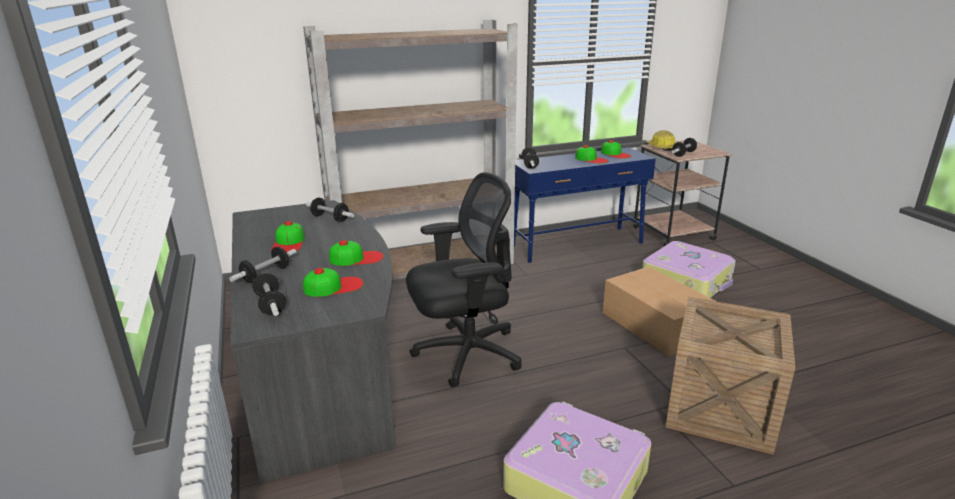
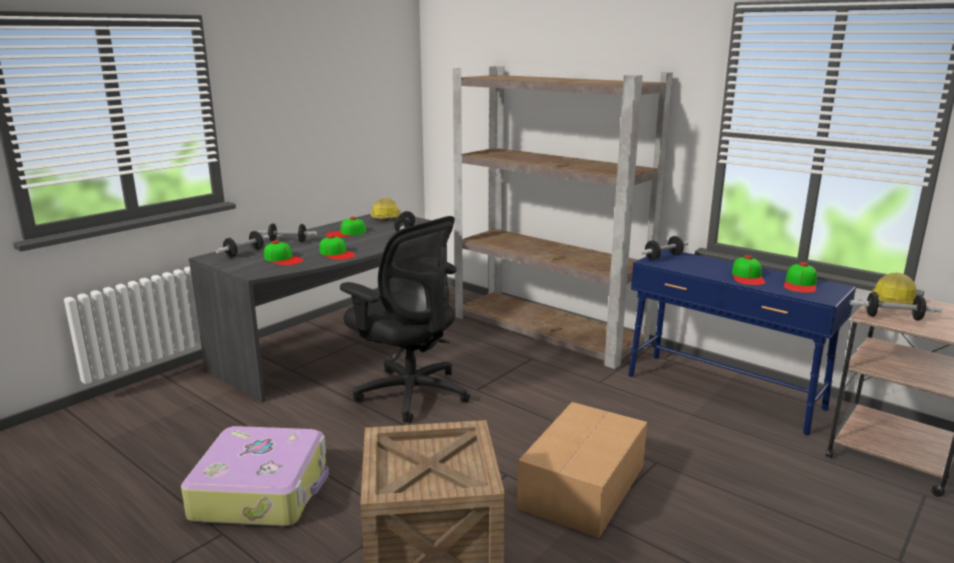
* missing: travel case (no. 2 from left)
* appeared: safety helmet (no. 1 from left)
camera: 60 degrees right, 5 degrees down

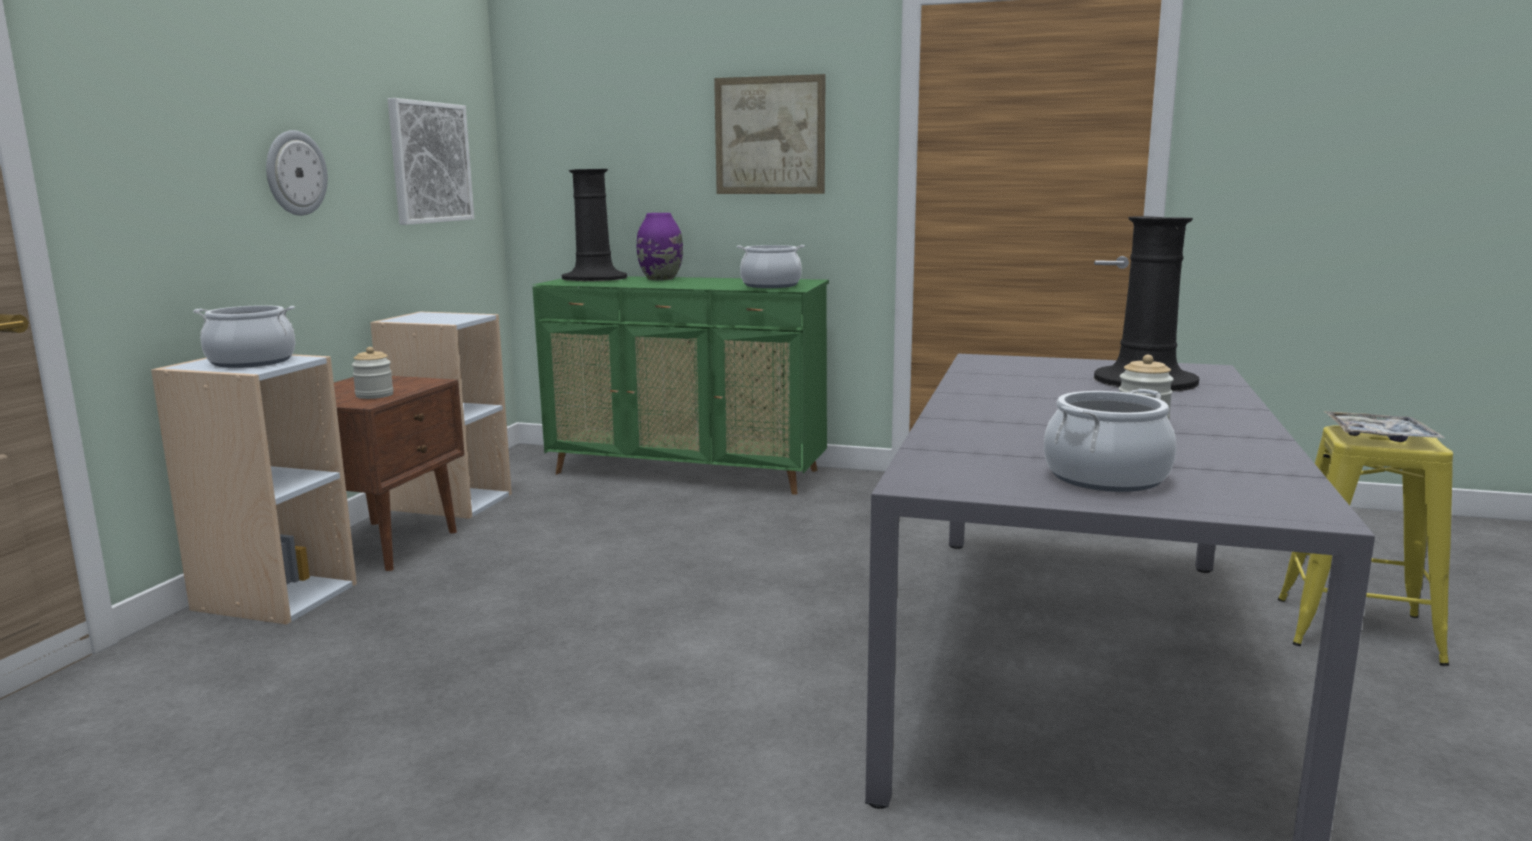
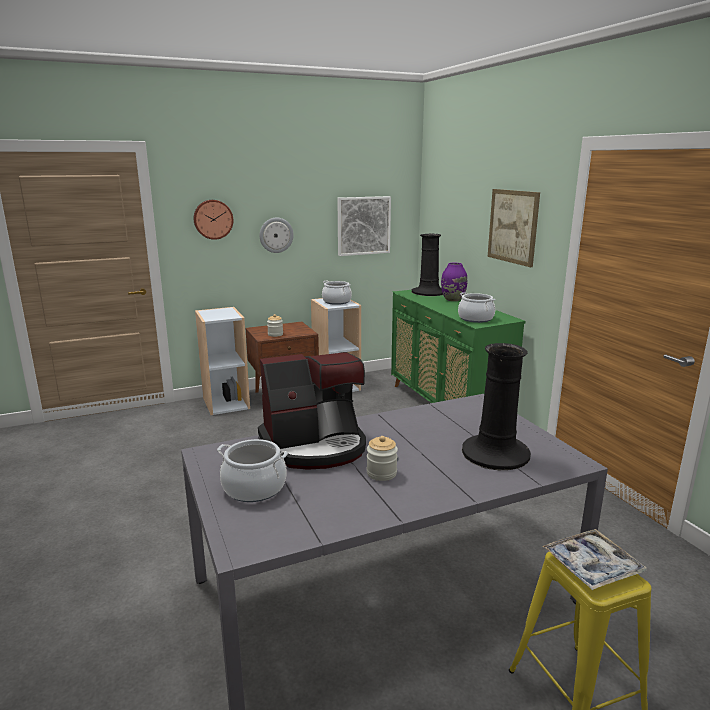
* appeared: wall clock (no. 1 from left)
* appeared: coffee brewer
* relocated: saucepot (no. 1 from left in the first image) to saucepot (no. 2 from left)
camera: 50 degrees right, 5 degrees up

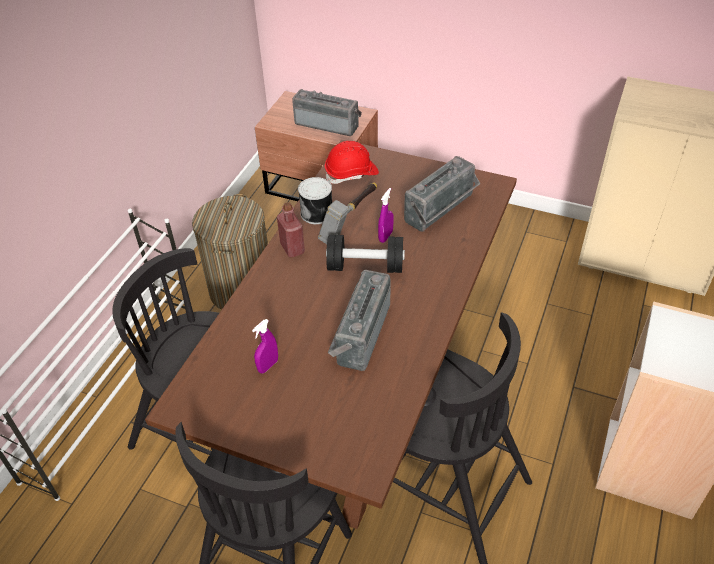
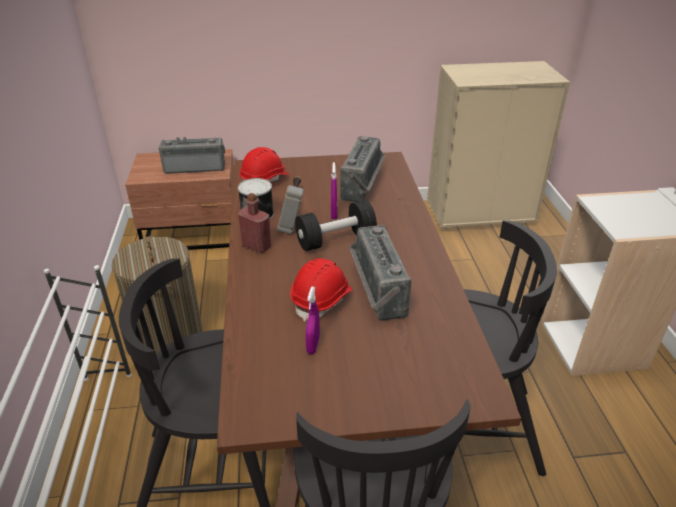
* appeared: safety helmet (red) (no. 2 from left)
camera: 30 degrees left, 10 degrees down

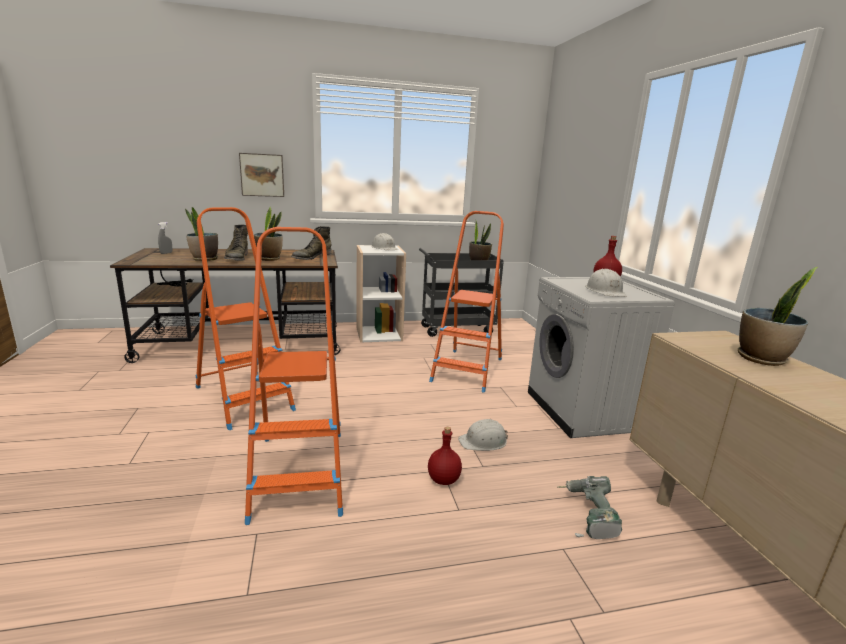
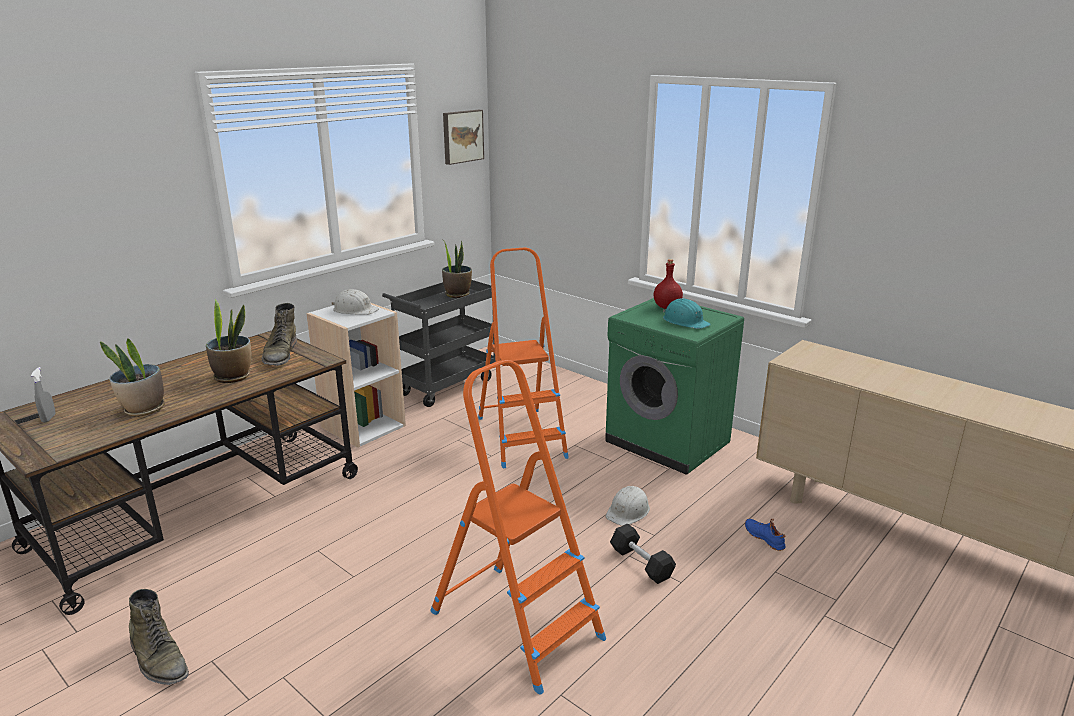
* missing: step stool (orange-coloured) (no. 1 from left)
* missing: potted plant (no. 4 from left)
* relocated: boot (green) (no. 1 from left)
* relocated: wall picture
* exchanged: drink bottle (red) (no. 1 from left) to dumbbell (black-coloured)
* exchanged: power drill to item of footwear (bluish)
* colour: laundry appliance (white) to laundry appliance (green)
* colour: safety helmet (white) (no. 3 from left) to safety helmet (turquoise-coloured)
camera: 35 degrees left, 5 degrees up

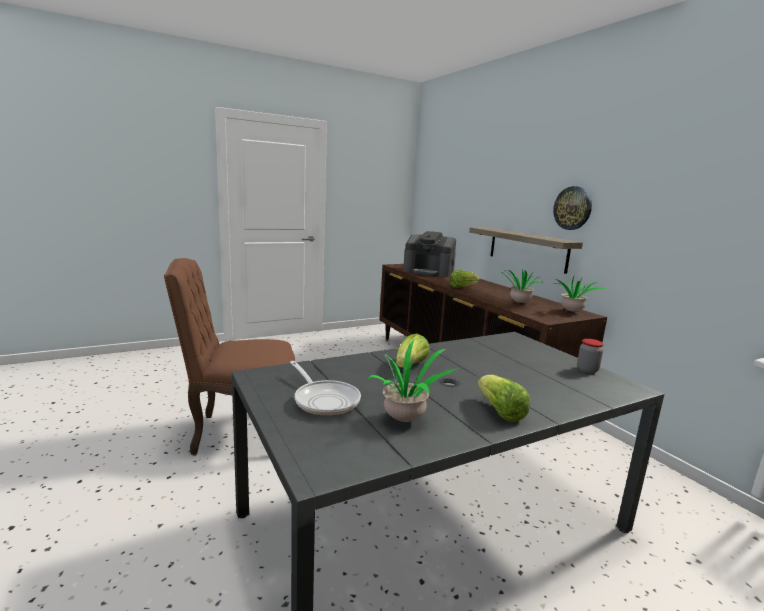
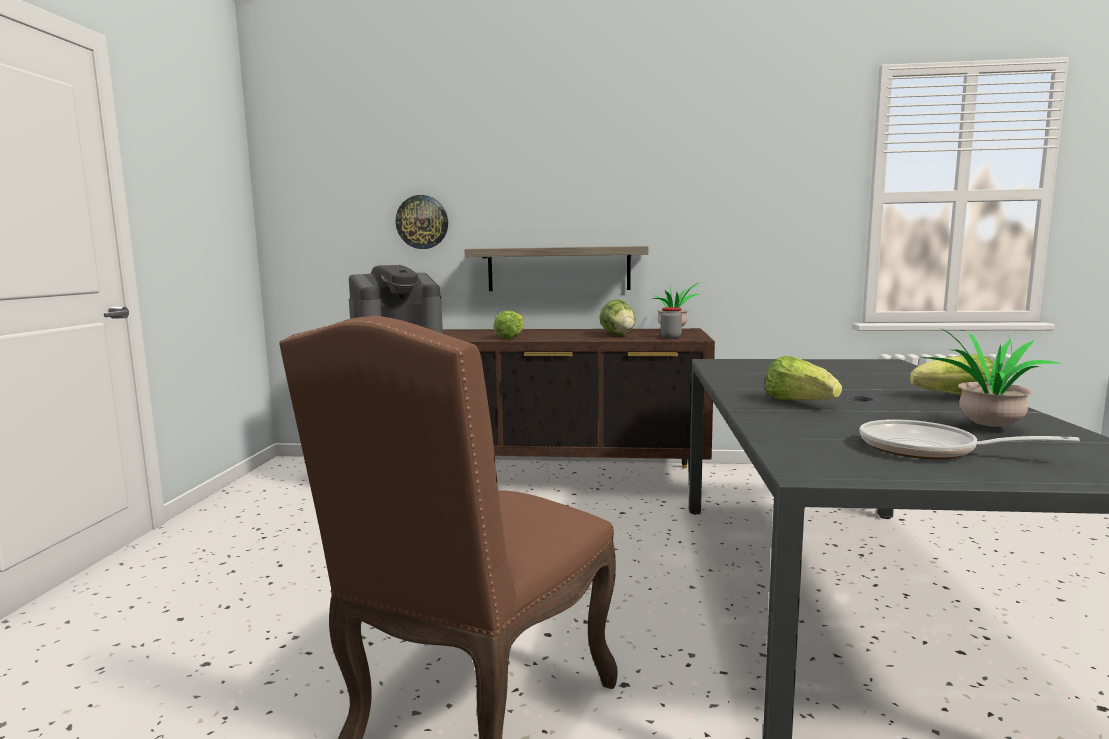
* relocated: wall clock
* relocated: preserve jar
* exchanged: potted plant (no. 2 from left) to head of lettuce (no. 2 from left)
* spun: frying pan 150 degrees counterclockwise
camera: 55 degrees left, 5 degrees down

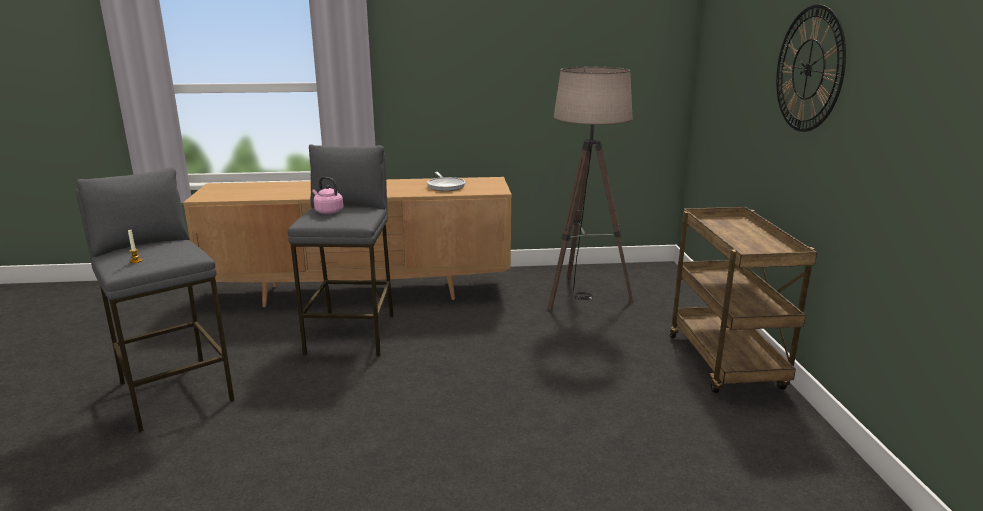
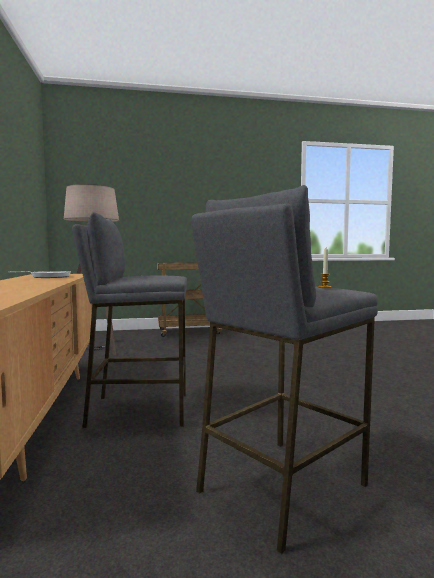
* missing: water kettle (pink)
* missing: wall clock
camera: 95 degrees left, 15 degrees down

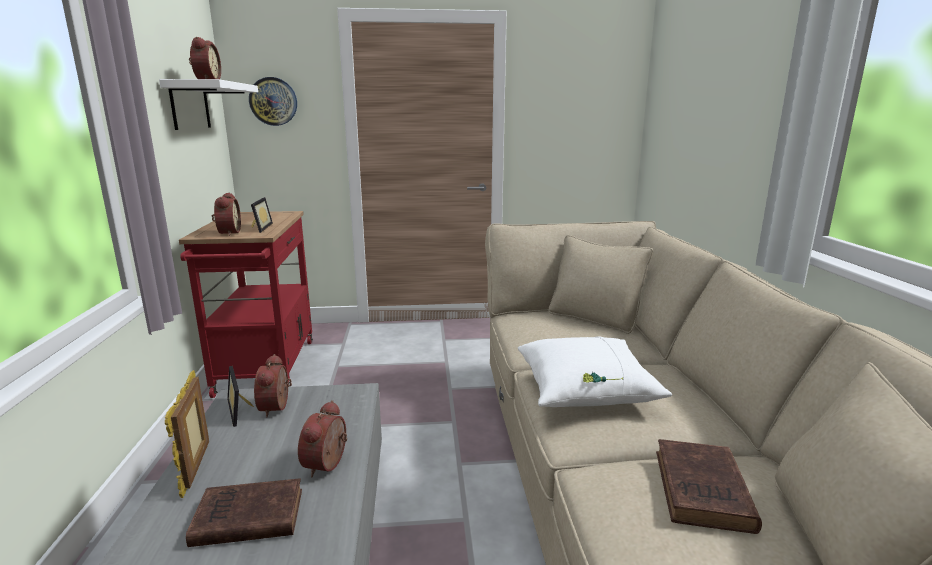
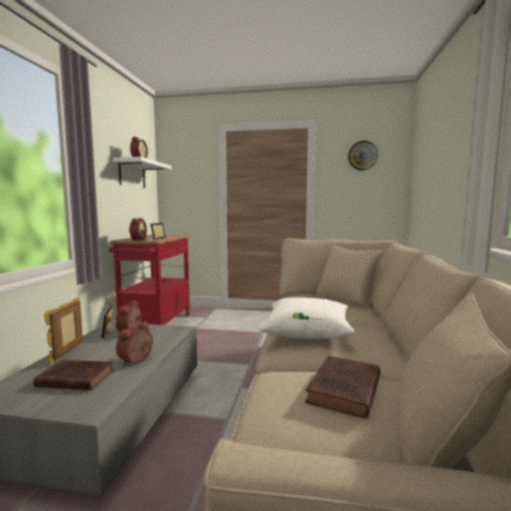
* relocated: wall clock
camera: 15 degrees right, 10 degrees down

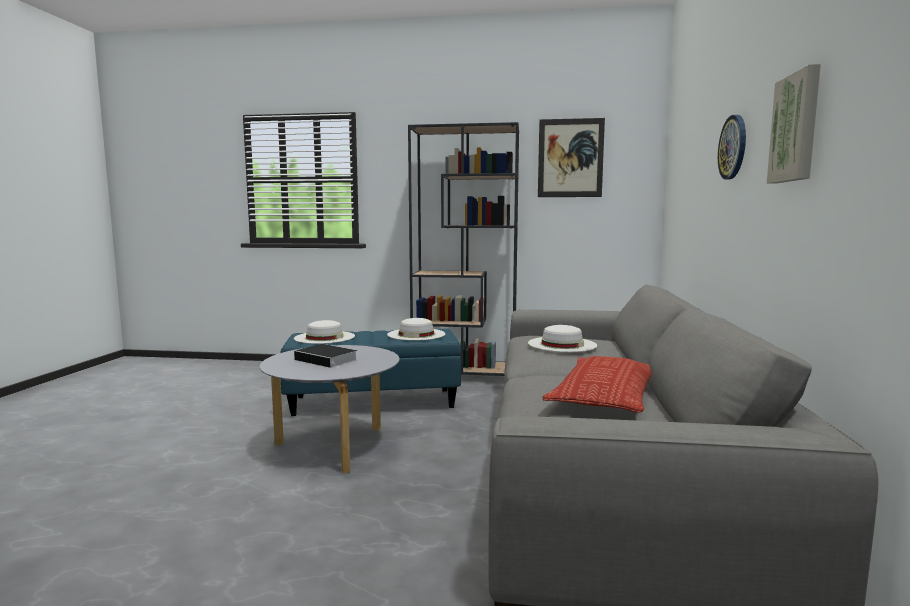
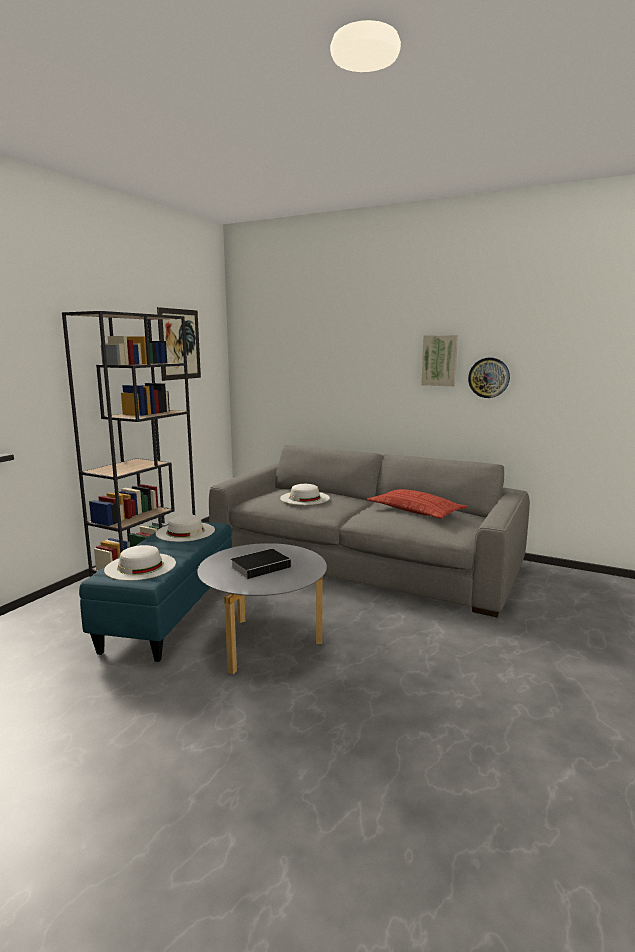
* relocated: wall clock
camera: 70 degrees left, 5 degrees up

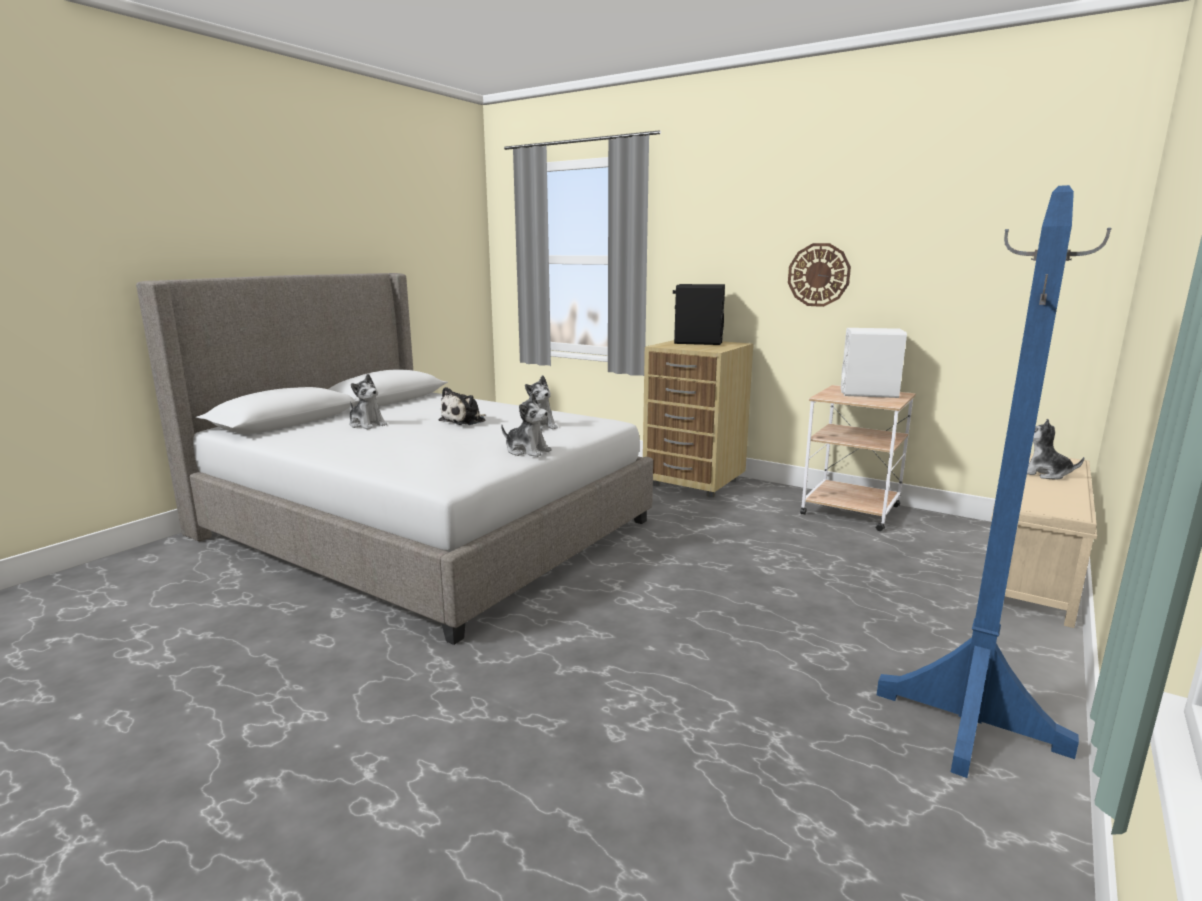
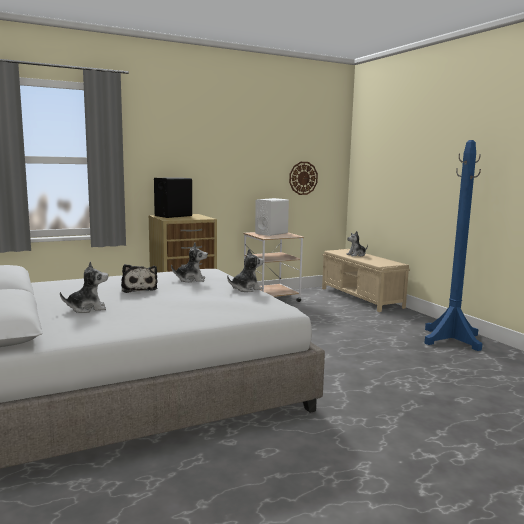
* relocated: wall clock
camera: 60 degrees left, 5 degrees down

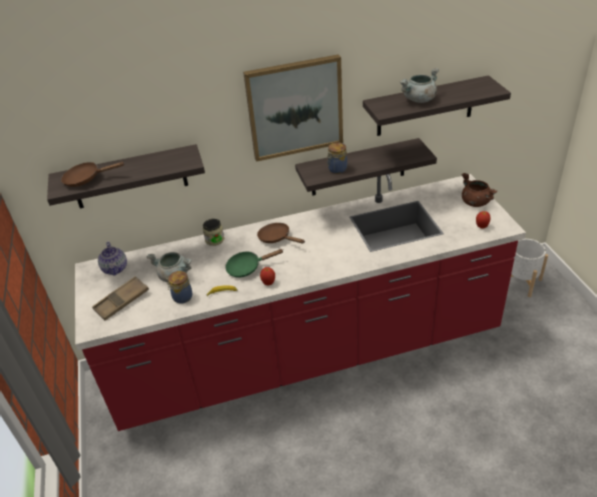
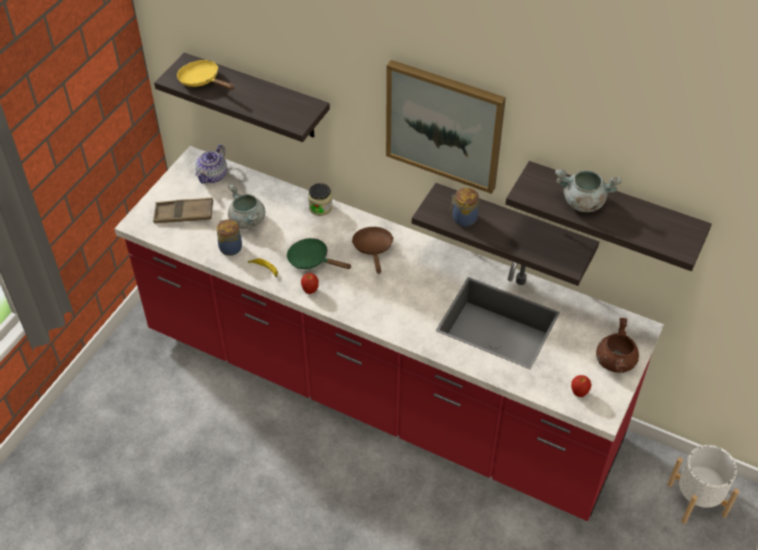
* colour: frying pan (brown) (no. 1 from left) to frying pan (yellow-coloured)
camera: 40 degrees right, 10 degrees up

